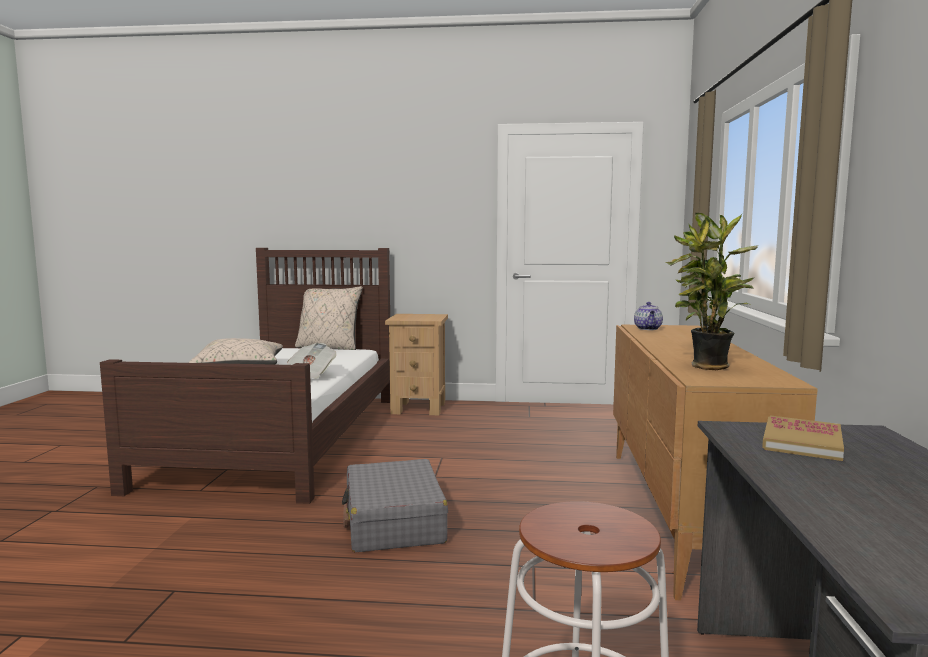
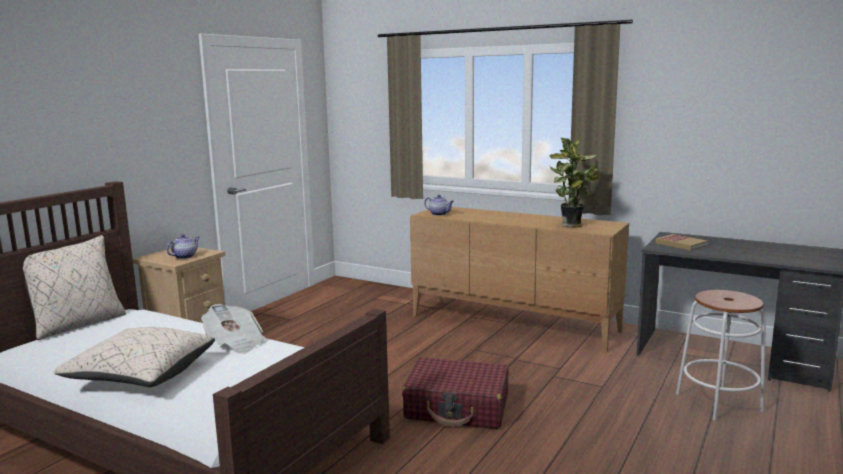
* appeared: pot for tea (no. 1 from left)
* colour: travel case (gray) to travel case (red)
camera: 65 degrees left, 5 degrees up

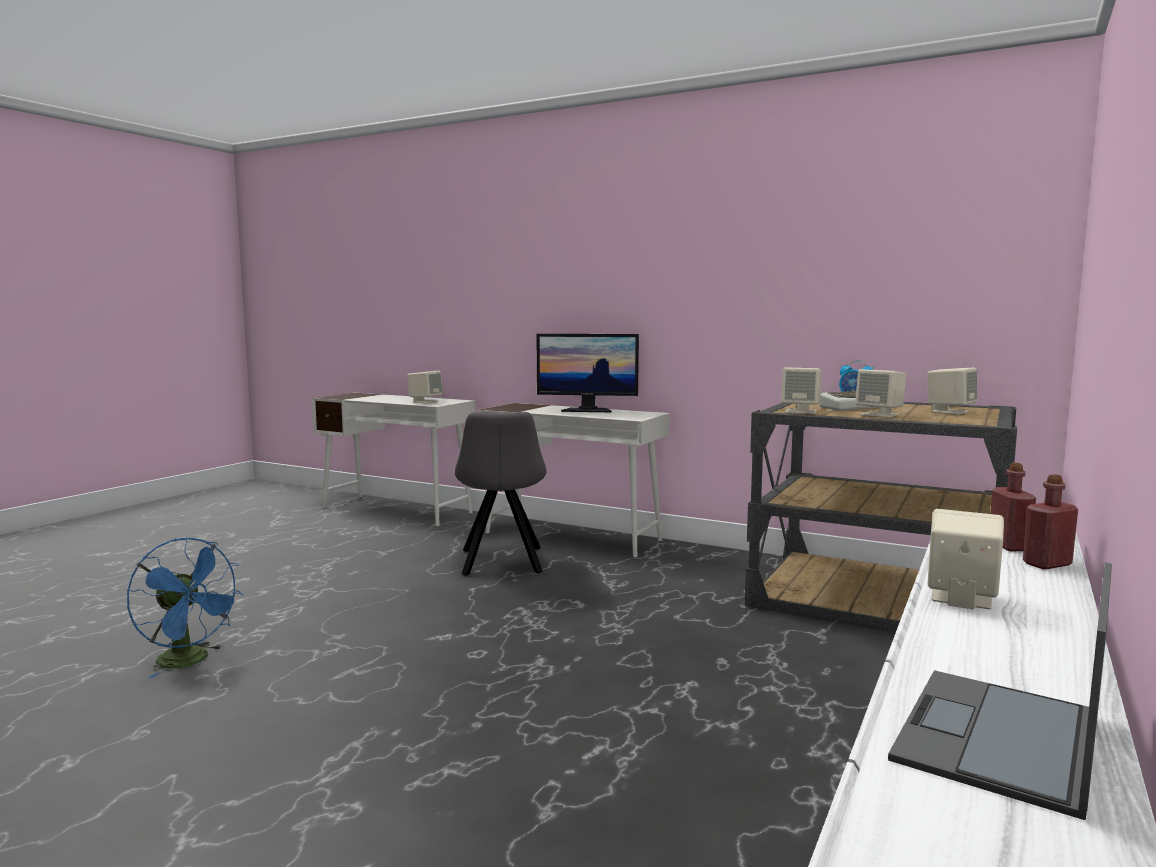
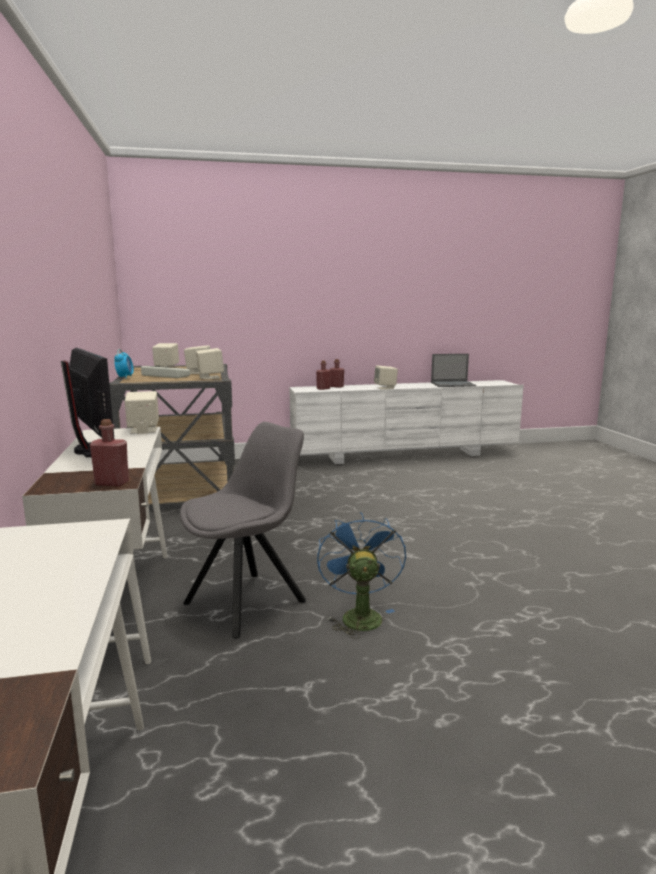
* appeared: drink bottle (red) (no. 1 from left)
* relocated: fan (bluish)
* relocated: speaker (beige) (no. 1 from left)
camera: 130 degrees left, 5 degrees up

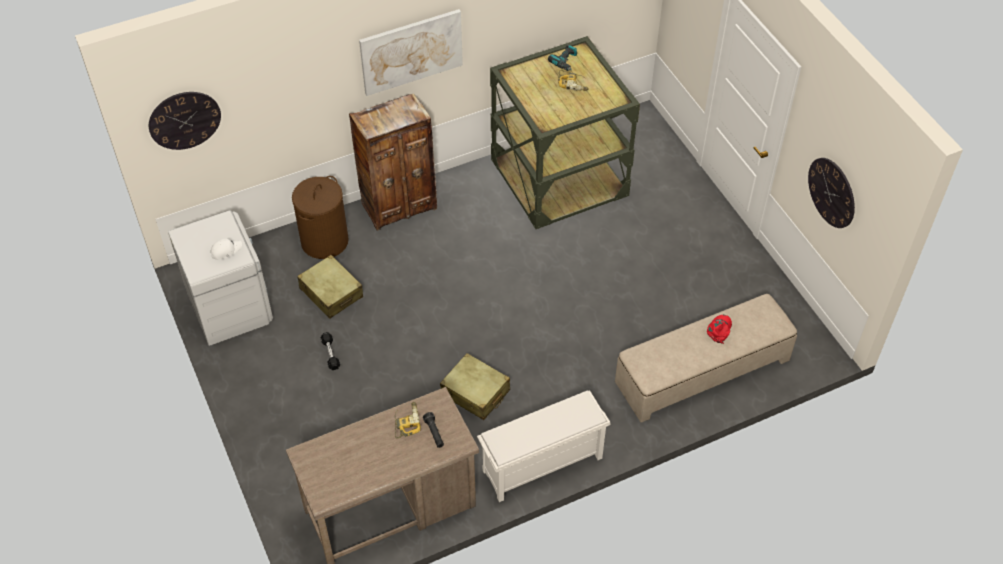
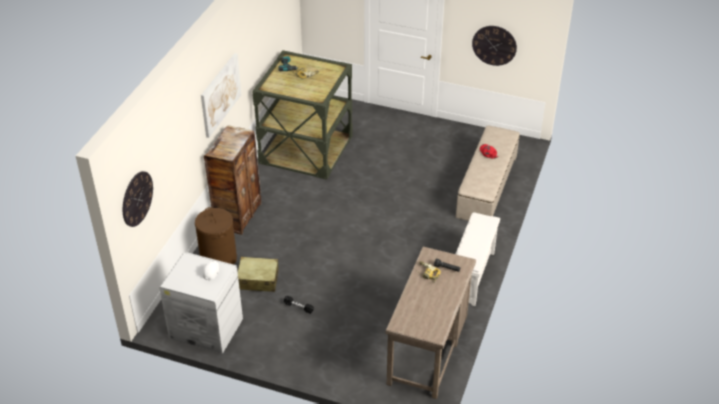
* missing: travel case (beige) (no. 2 from left)
camera: 45 degrees left, 10 degrees down

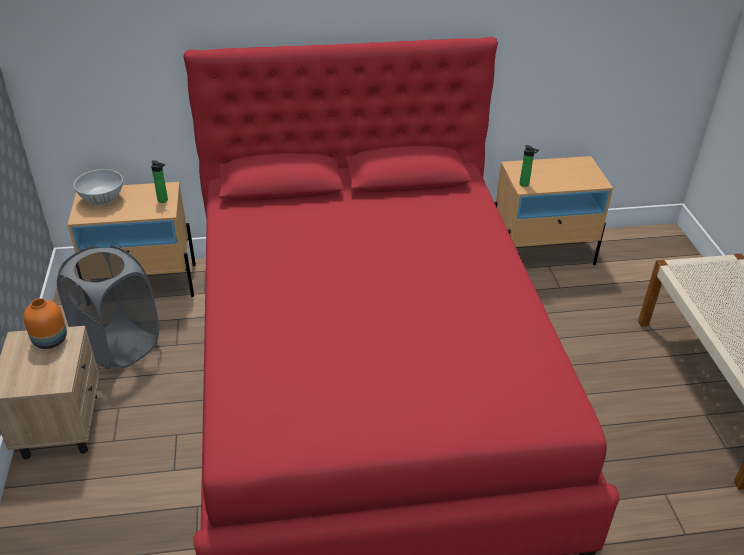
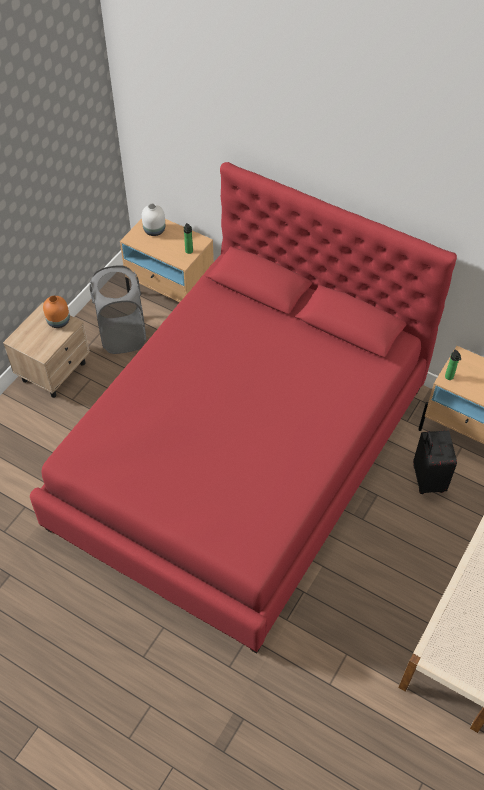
* appeared: travel case (black-coloured)
* exchanged: serving bowl (white) to vase (white)
camera: 40 degrees right, 15 degrees up

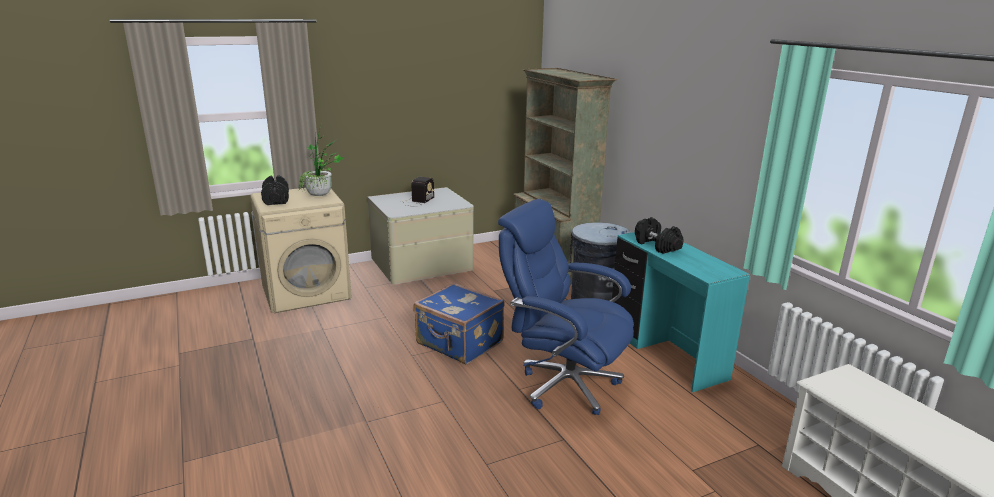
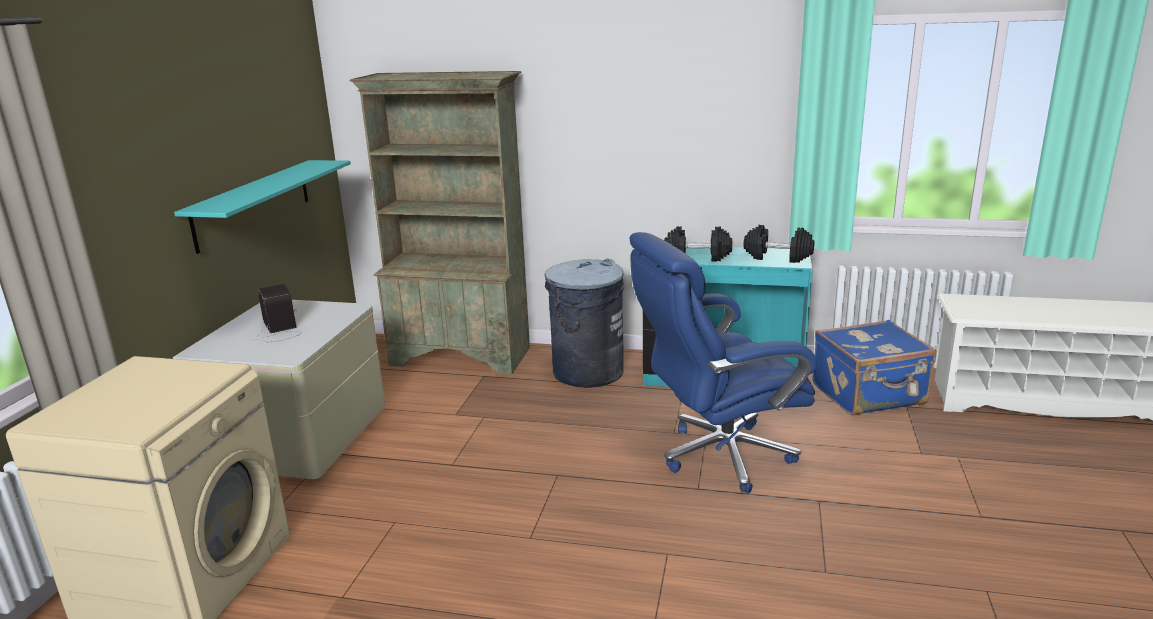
* missing: potted plant
* appeared: shelf (turquoise-coloured)
* relocated: dumbbell (black-coloured) (no. 1 from left in the first image) to dumbbell (black-coloured) (no. 2 from left)
* relocated: travel case (bluish)
camera: 50 degrees left, 0 degrees up

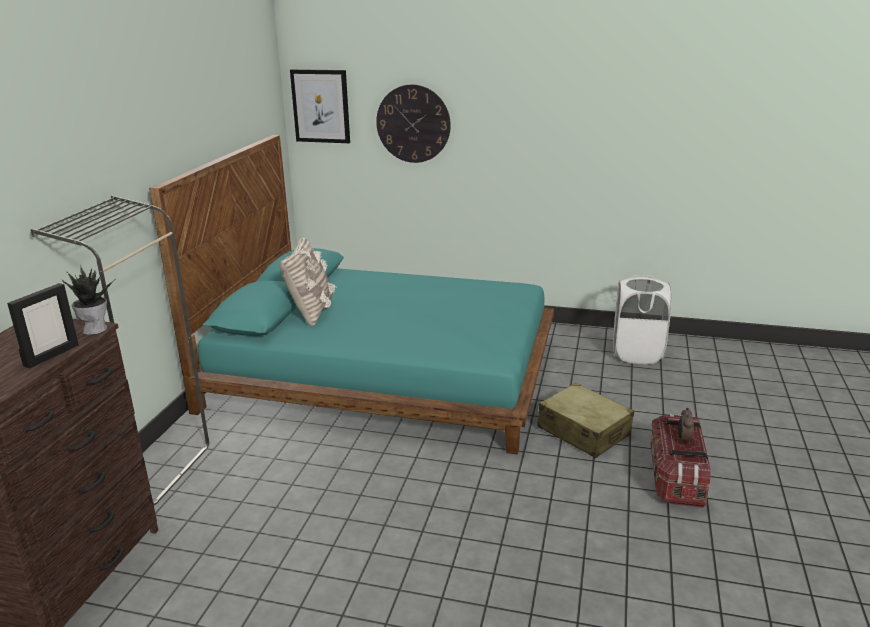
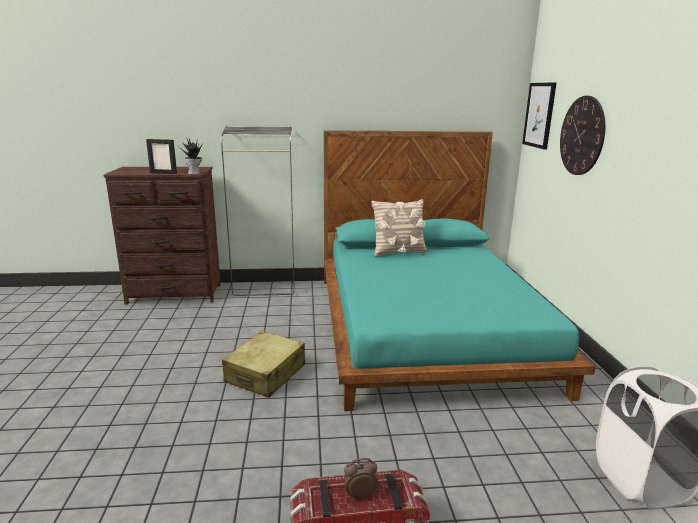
* relocated: travel case (beige)
camera: 70 degrees right, 5 degrees down

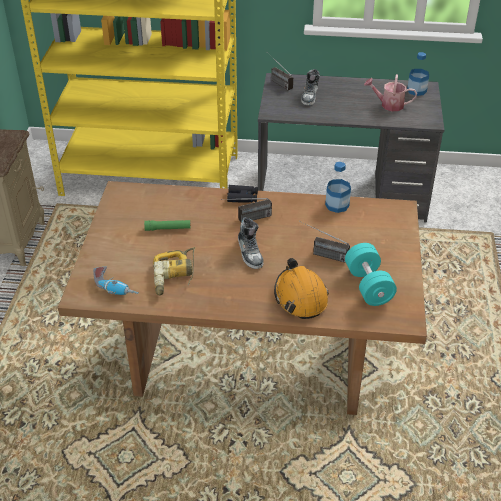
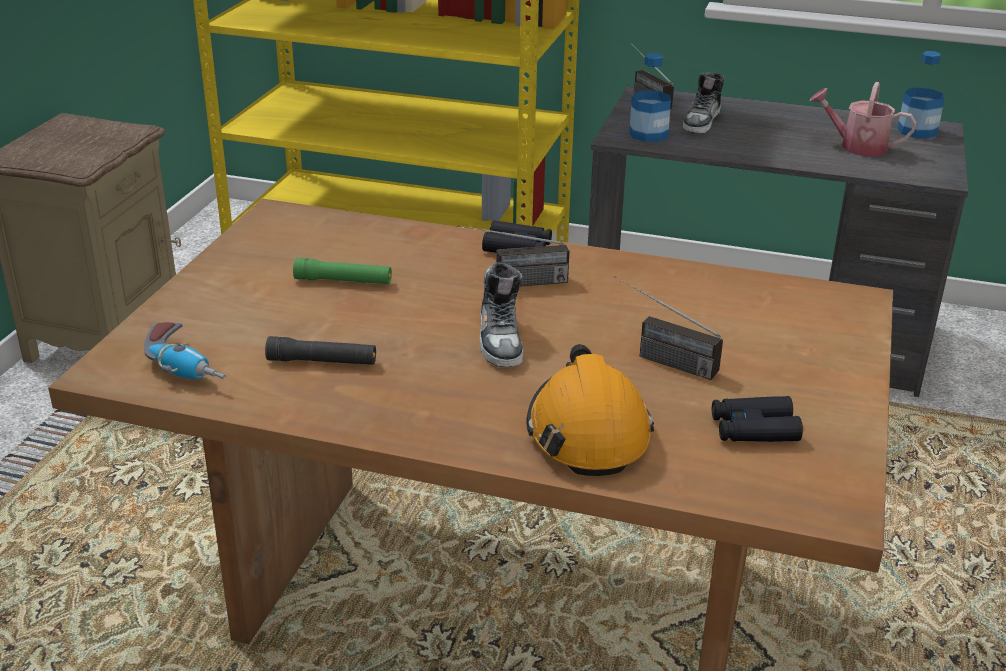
* relocated: drink bottle (no. 1 from left)
* exchanged: power drill (no. 2 from left) to flashlight (black-coloured)
* exchanged: dumbbell (turquoise-coloured) to field glasses (black-coloured) (no. 2 from left)
camera: 10 degrees right, 10 degrees down

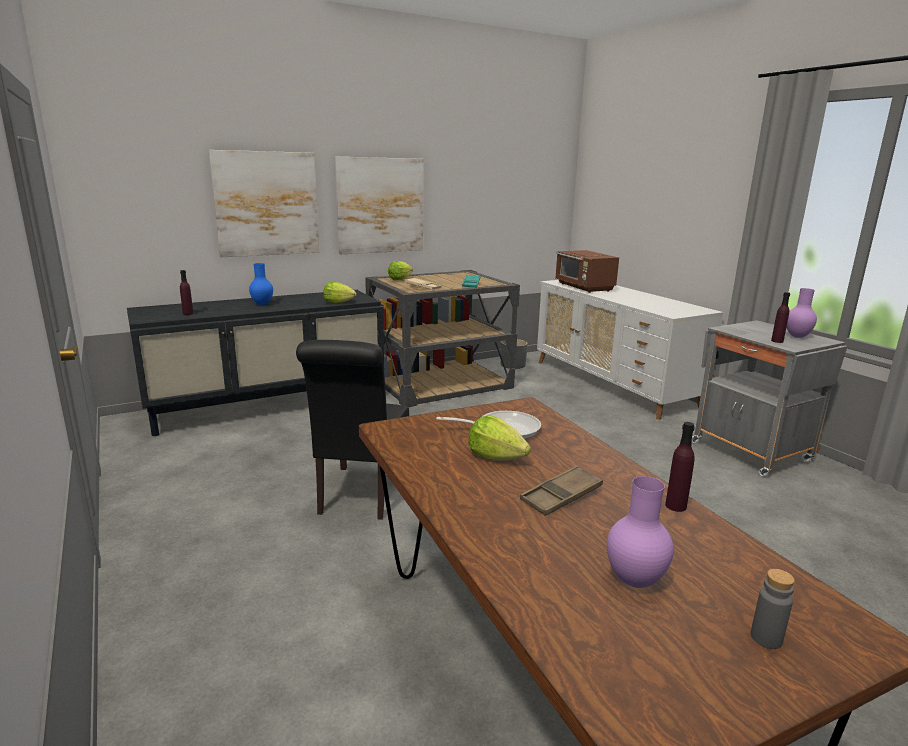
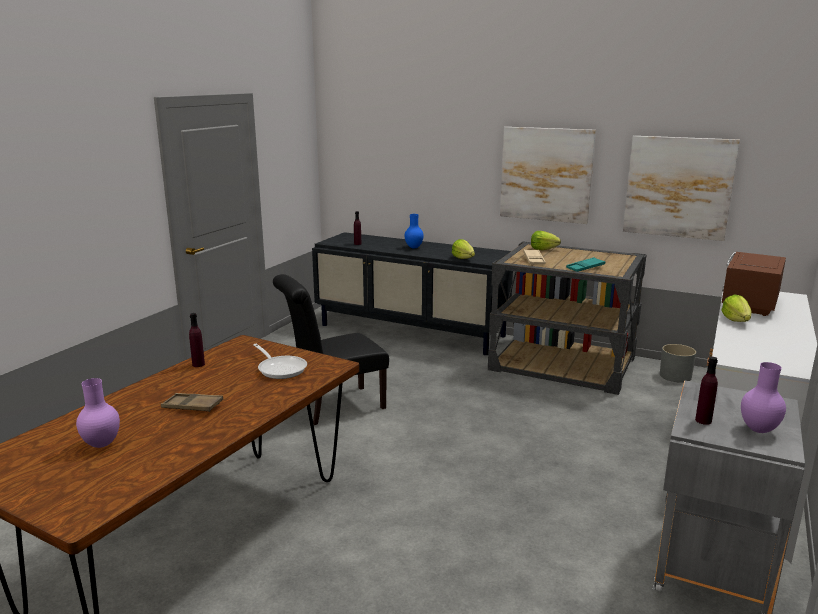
* missing: drink bottle (gray)
* relocated: wall picture (no. 1 from left in the first image) to wall picture (no. 2 from left)
* relocated: head of lettuce (no. 3 from left)
* relocated: drink bottle (purple) (no. 2 from left in the first image) to drink bottle (purple) (no. 1 from left)
camera: 55 degrees right, 0 degrees up

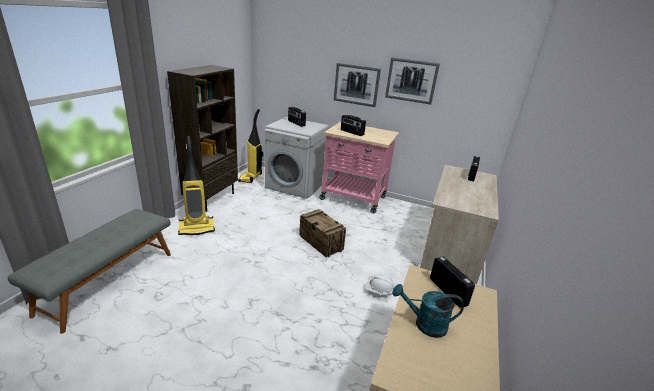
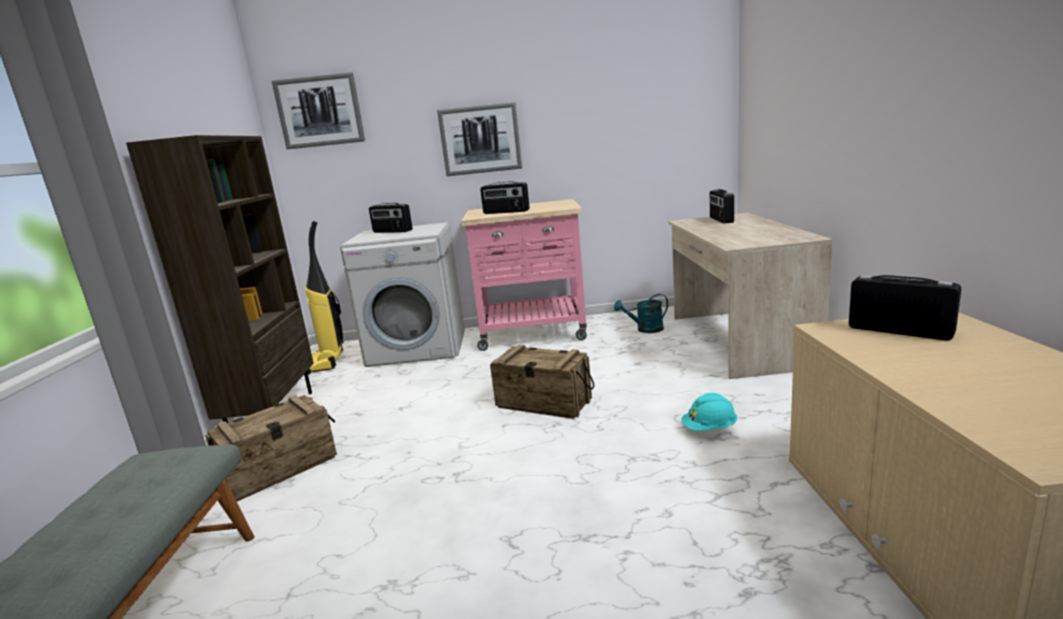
* relocated: wall picture (no. 2 from left in the first image) to wall picture (no. 1 from left)
* relocated: sprinkling can (turquoise-coloured)
* exchanged: vacuum cleaner (no. 1 from left) to shipping crate (no. 1 from left)
* colour: safety helmet (white) to safety helmet (turquoise-coloured)
camera: 20 degrees left, 10 degrees down

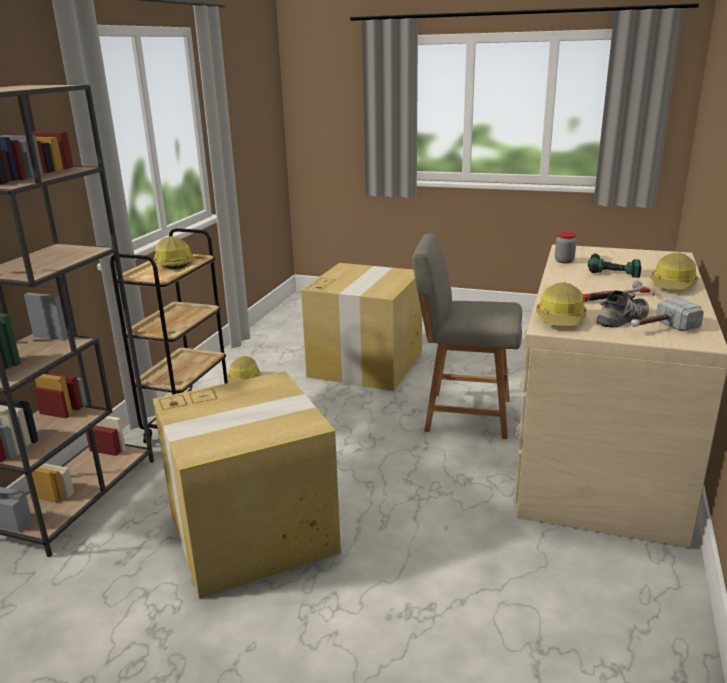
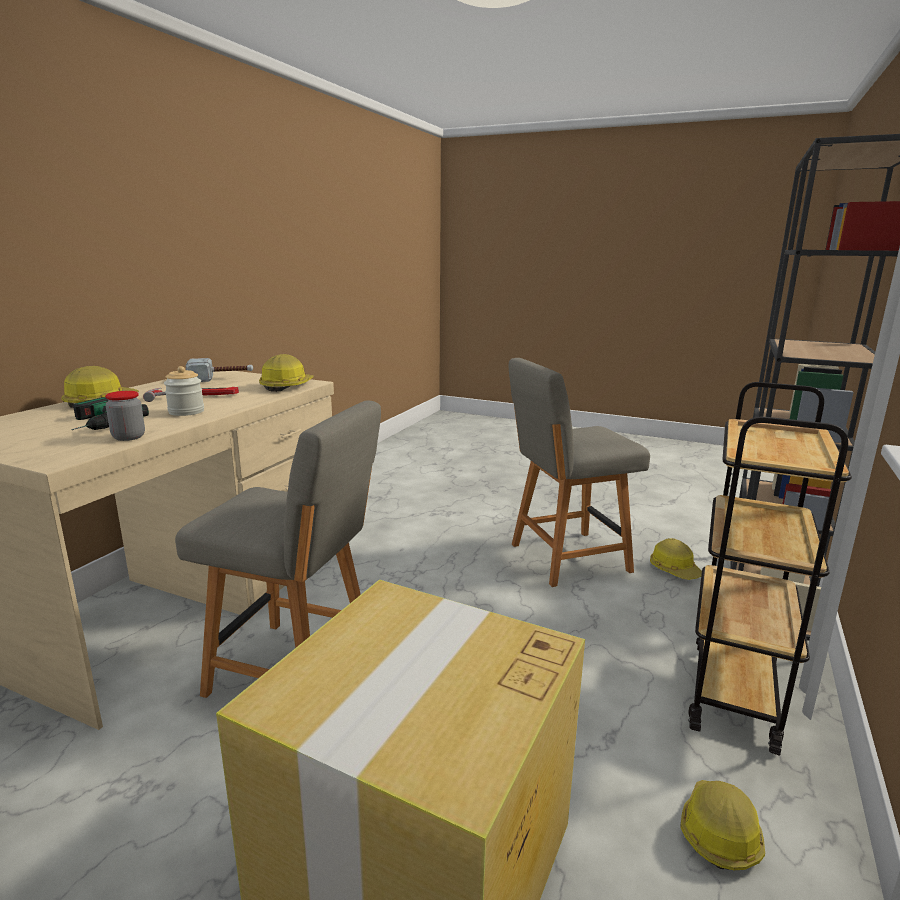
* missing: item of footwear
* appeared: preserve jar (no. 2 from left)
* relocated: safety helmet (no. 1 from left in the first image) to safety helmet (no. 3 from left)
* exchanged: cardboard box (no. 1 from left) to plain chair (gray) (no. 2 from left)
camera: 175 degrees left, 5 degrees down

